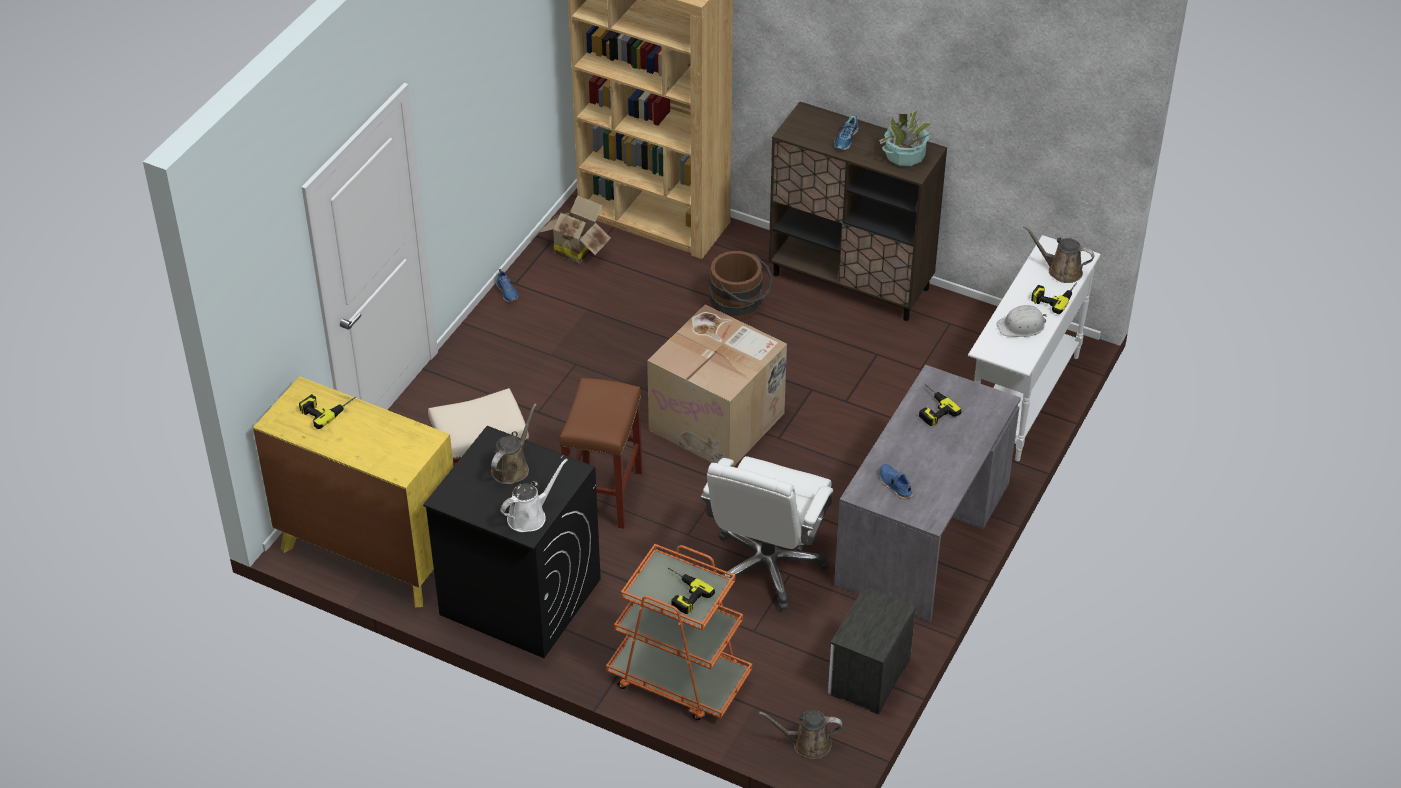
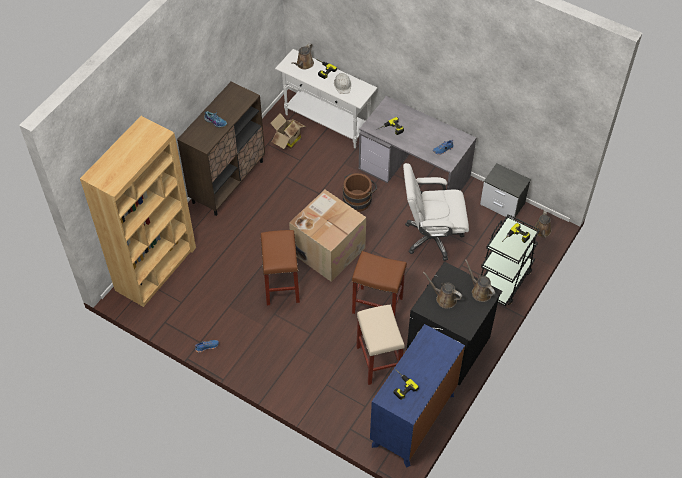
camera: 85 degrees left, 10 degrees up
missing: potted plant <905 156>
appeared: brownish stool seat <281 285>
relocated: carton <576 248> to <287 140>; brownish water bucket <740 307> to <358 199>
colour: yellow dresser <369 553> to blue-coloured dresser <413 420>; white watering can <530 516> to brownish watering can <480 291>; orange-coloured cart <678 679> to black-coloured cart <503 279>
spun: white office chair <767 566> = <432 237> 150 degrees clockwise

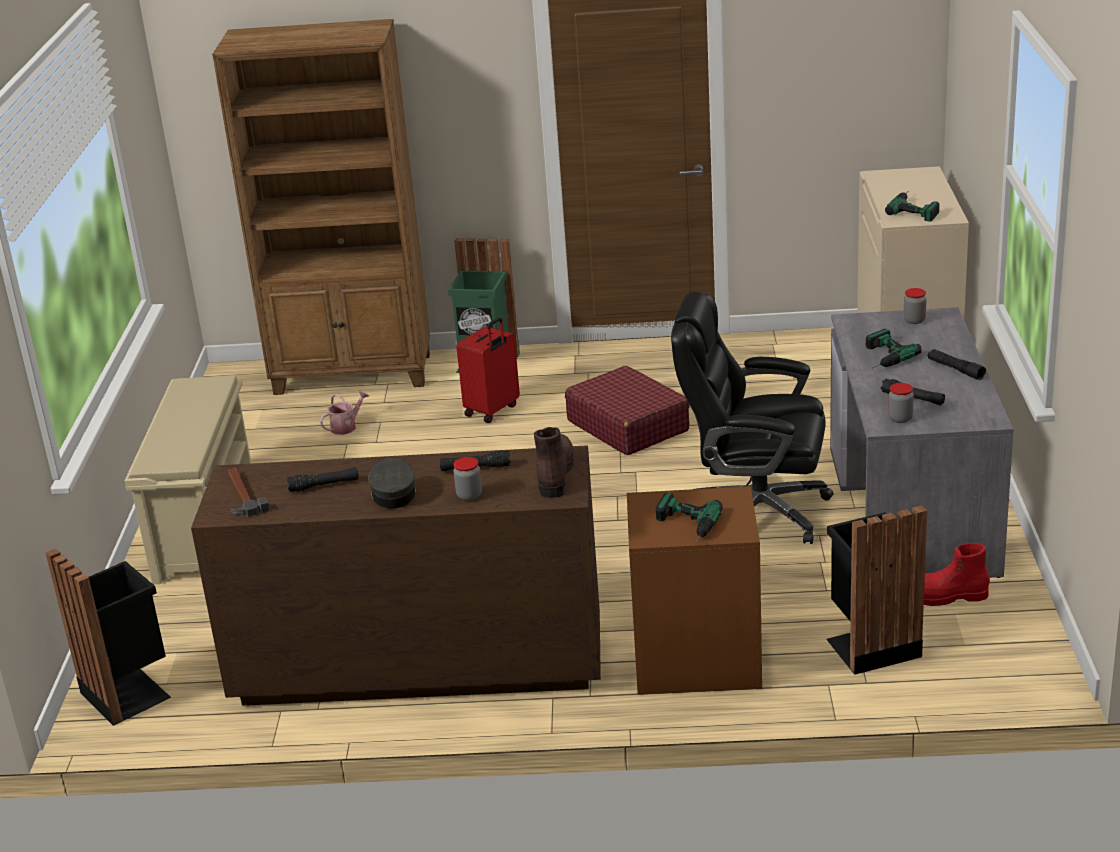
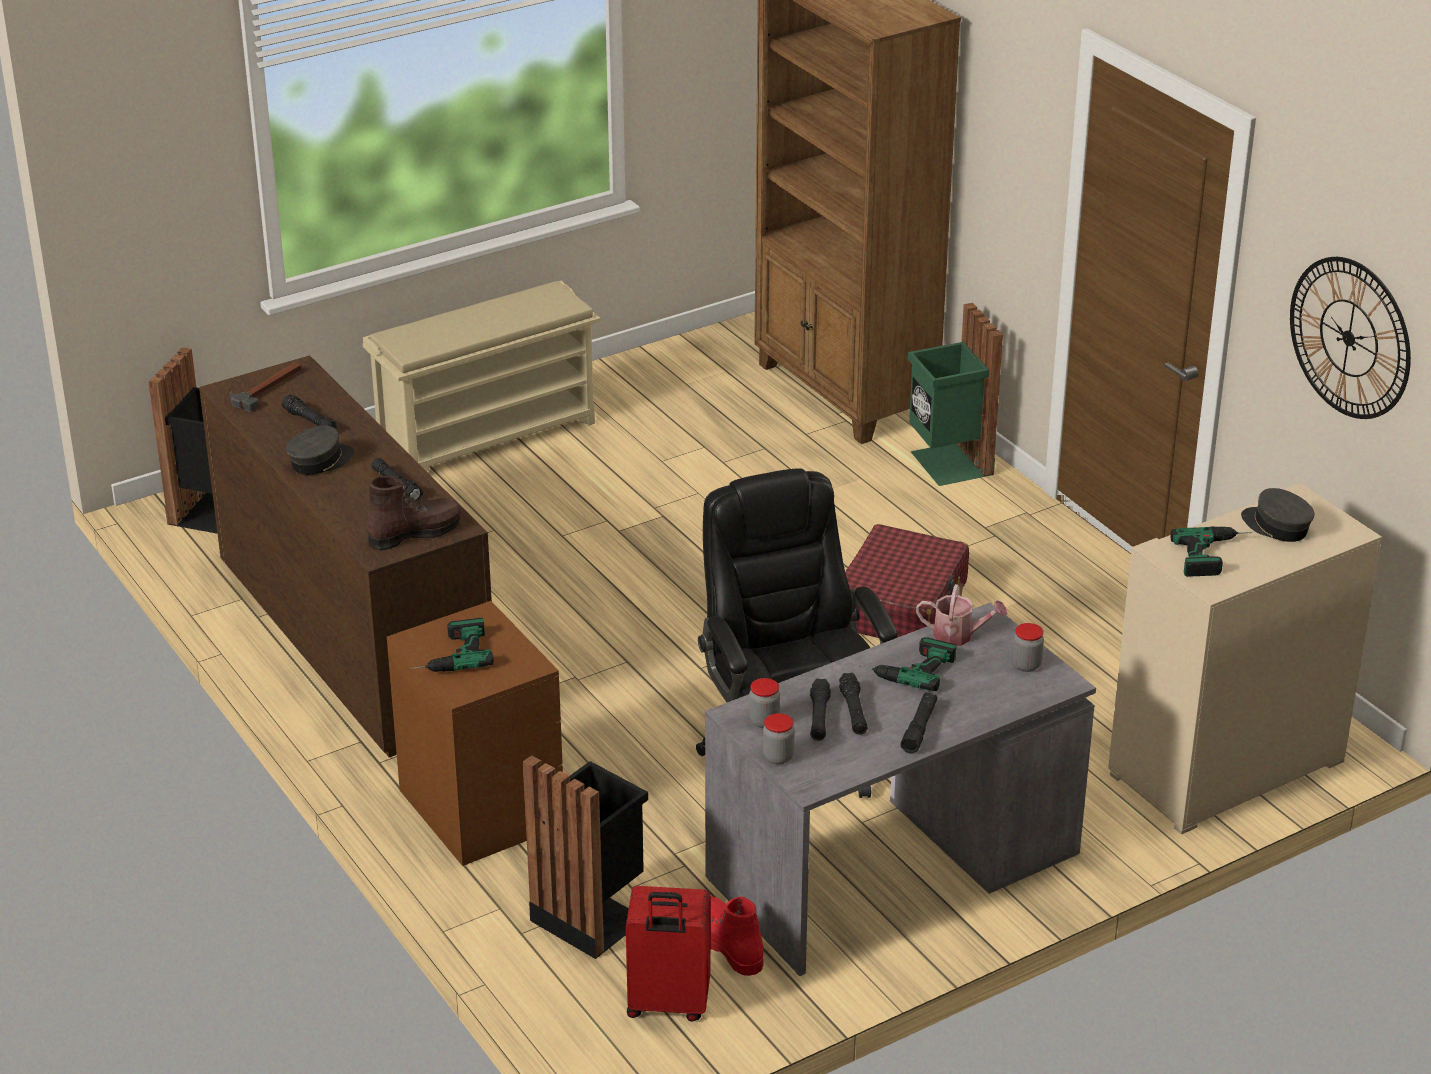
camera: 55 degrees right, 5 degrees up
appeared: black-coloured flashlight <853 711>; gray cap <1276 526>; wall clock <1349 338>
relocated: red travel case <493 411> to <667 1004>; preserve jar <469 495> to <778 757>; watering can <346 426> to <959 635>

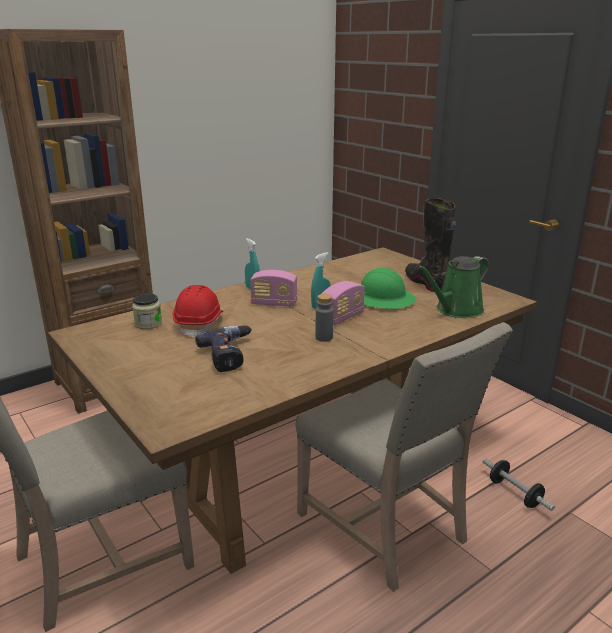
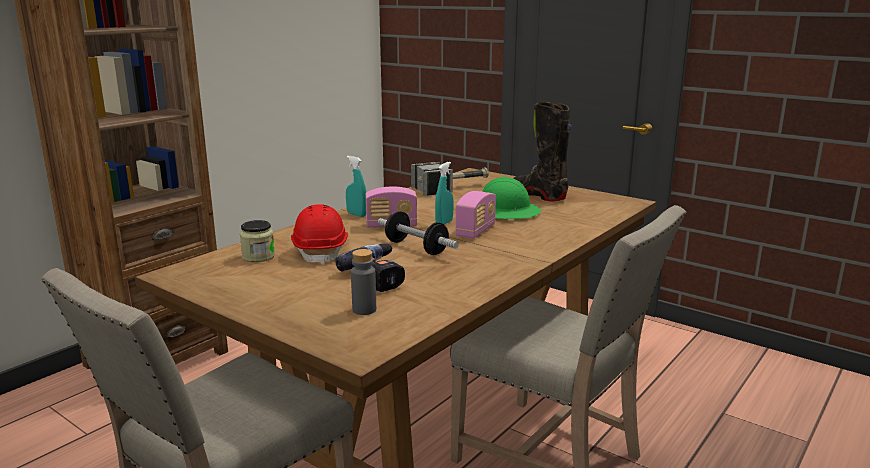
camera: 15 degrees left, 5 degrees down
missing: green watering can <456 310>
appeared: hammer <452 188>
relocated: gray bottle <324 337> to <364 310>; dumbbell <514 493> to <416 248>

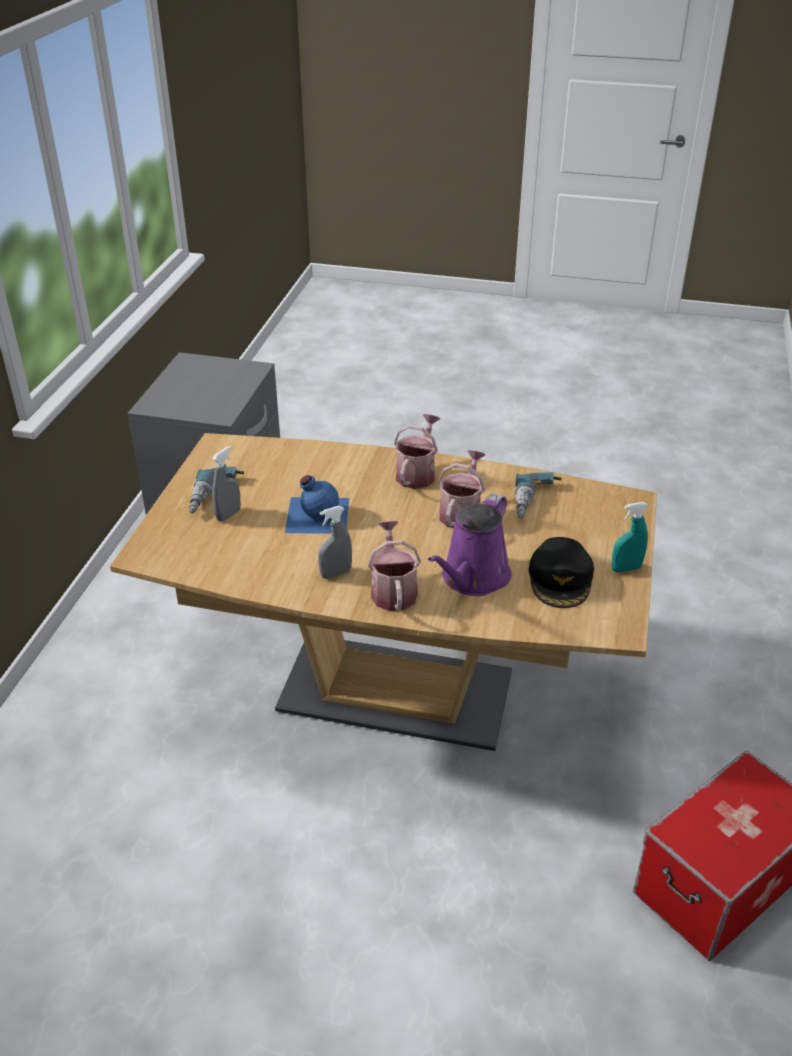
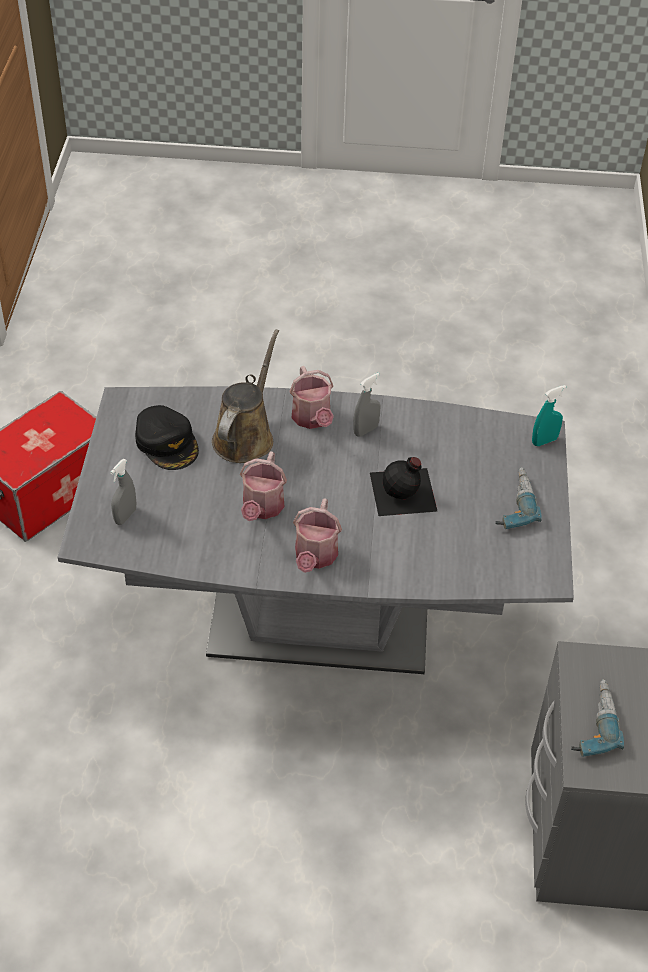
camera: 170 degrees right, 10 degrees up
relocated: gray hand sprayer <228 515> to <125 516>; blue-green hand sprayer <626 569> to <544 441>; drill <536 502> to <590 722>
colour: brownish dining table <396 692> to gray dining table <319 623>; purplish watering can <472 578> to brownish watering can <245 436>; blue-coloured bottle <316 514> to black-coloured bottle <404 492>
spun: black-coloured cap <561 579> = <167 443> 150 degrees clockwise

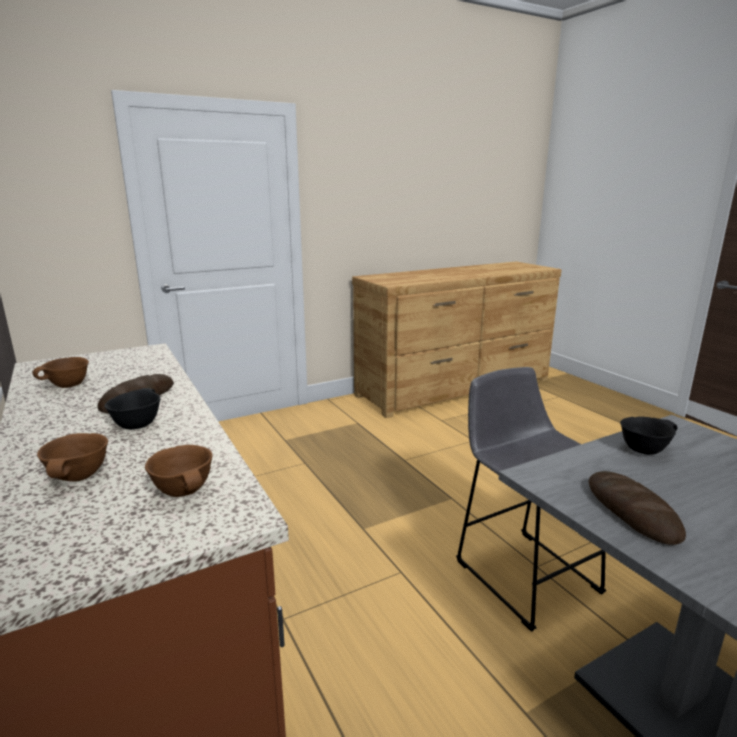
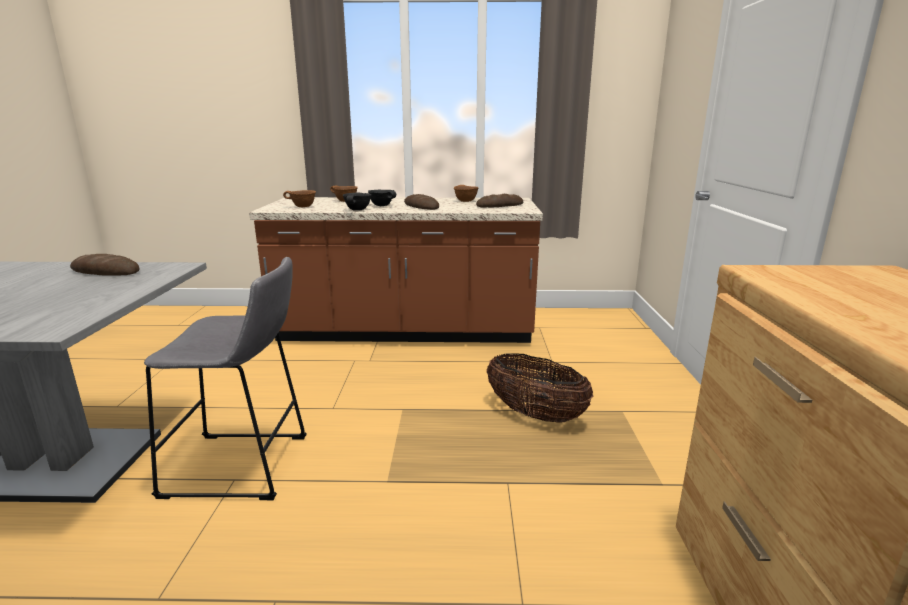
camera: 120 degrees right, 0 degrees up
appeared: bakery bread <499 205>; household basket <535 414>
relocated: black-coloured bowl <643 450> to <358 210>

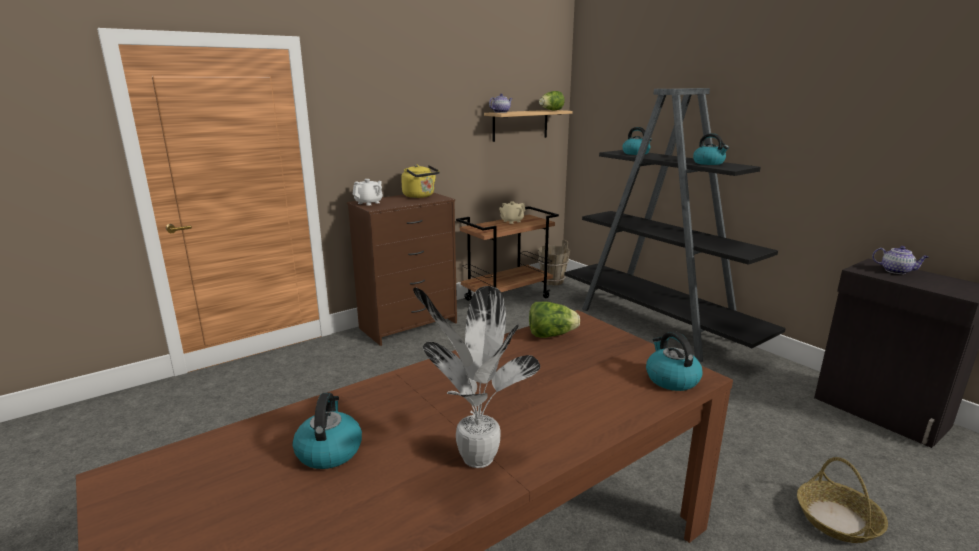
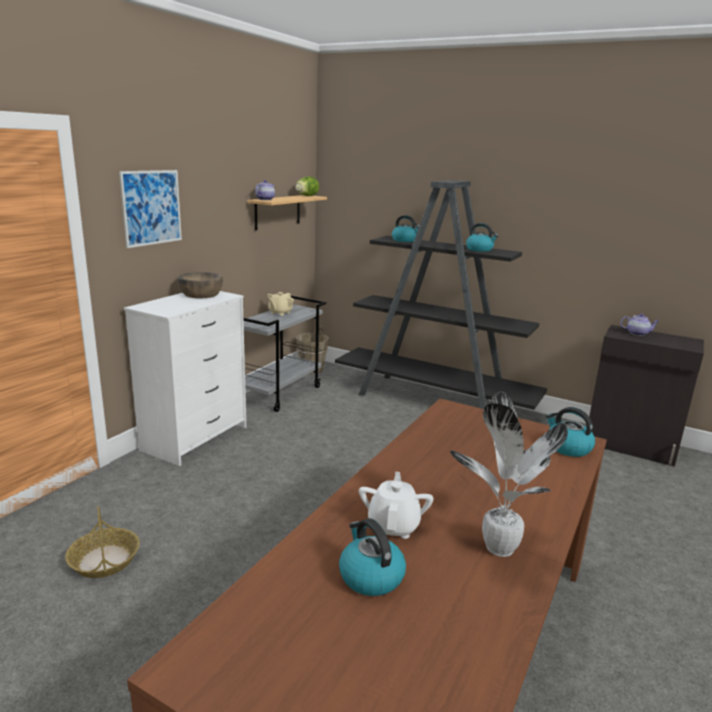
camera: 25 degrees left, 0 degrees up
missing: lettuce head <551 335>
appeared: picture <151 207>
relocated: household basket <838 520> to <105 560>; white tea pot <369 203> to <393 526>
exchanged: yellow tea kettle <420 196> to brownish bowl <201 294>
colour: brownish dresser <408 325> to white dresser <195 438>; brownish cart <507 298> to gray cart <280 393>

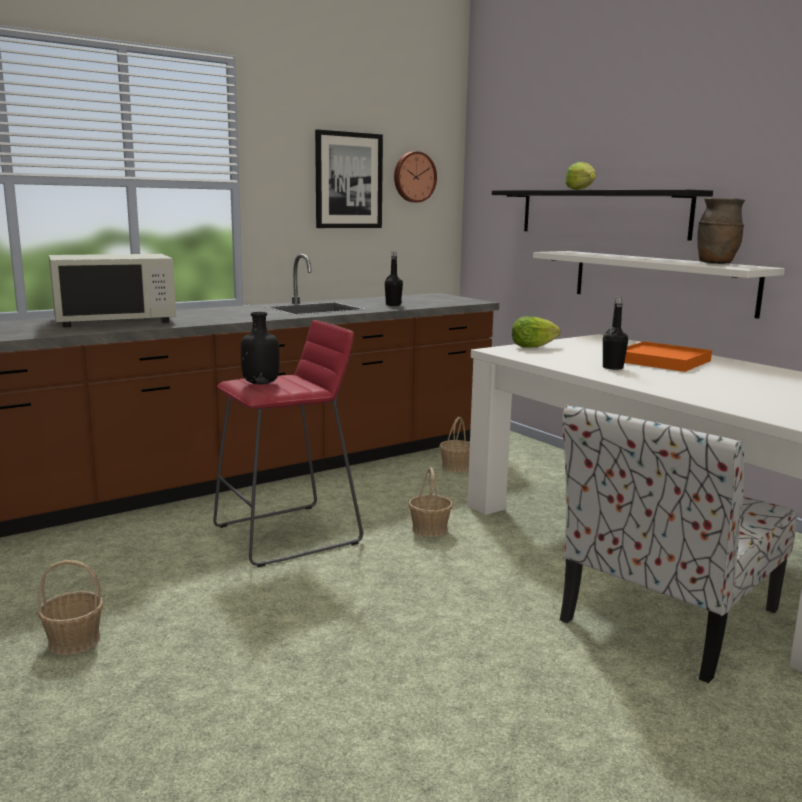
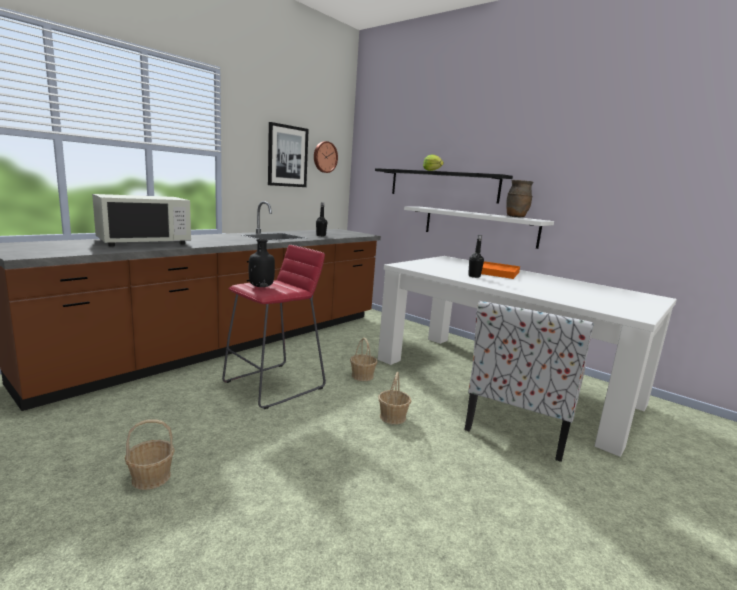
camera: 15 degrees left, 0 degrees up
missing: lettuce head <532 347>
relocated: household basket <456 467> to <393 417>

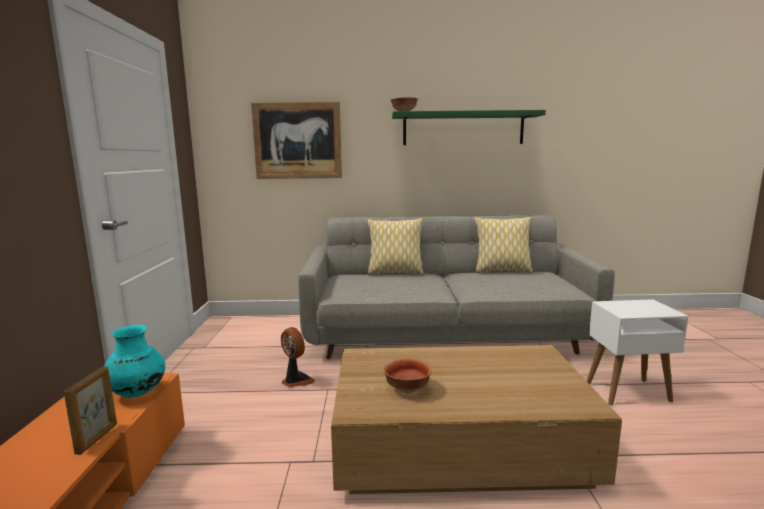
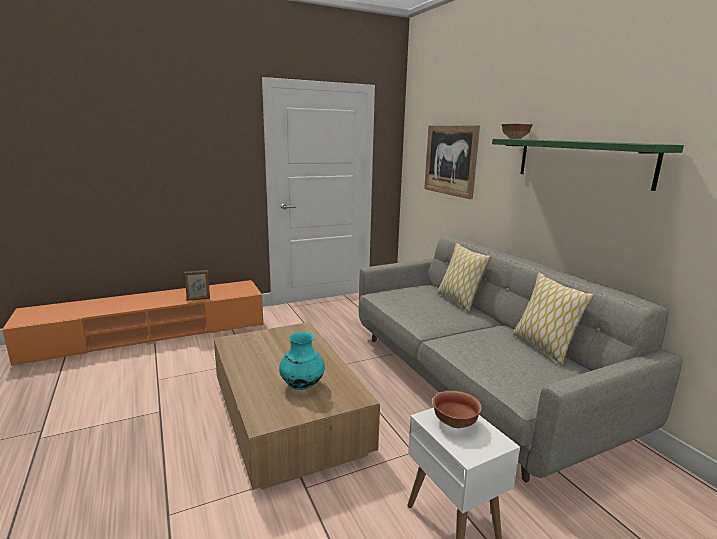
camera: 65 degrees right, 5 degrees up
missing: electric fan <296 381>
relocated: blue-green vase <137 393> to <302 385>; bowl <406 389> to <454 422>

